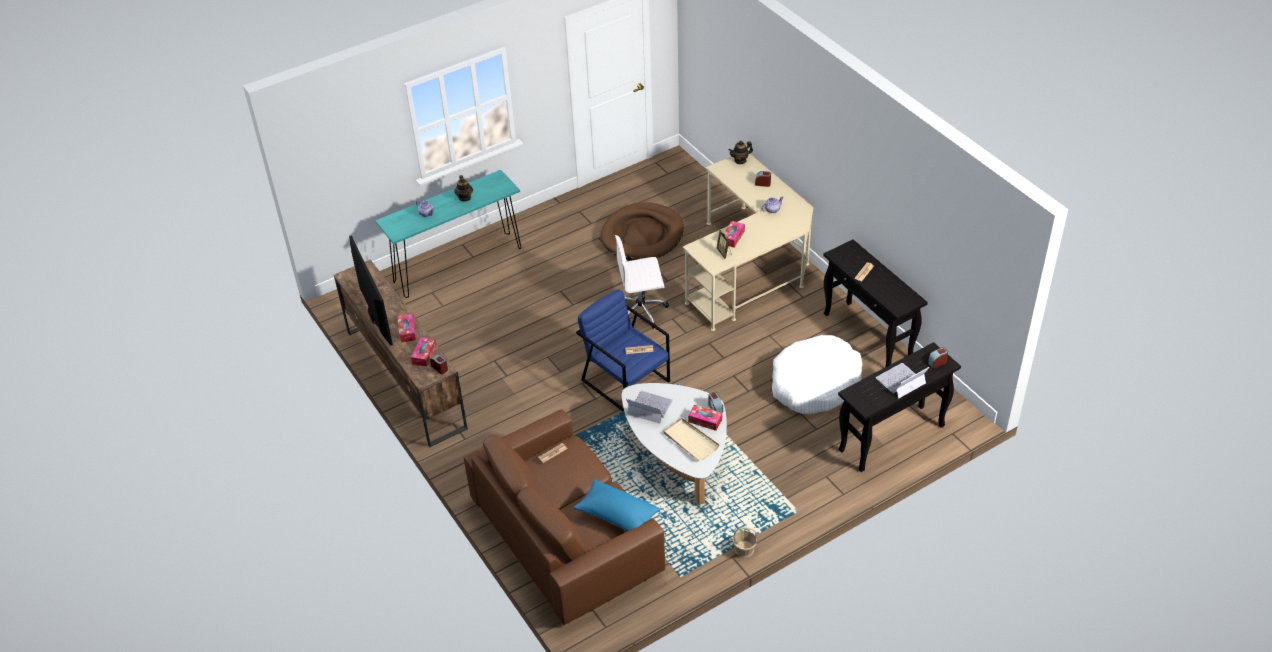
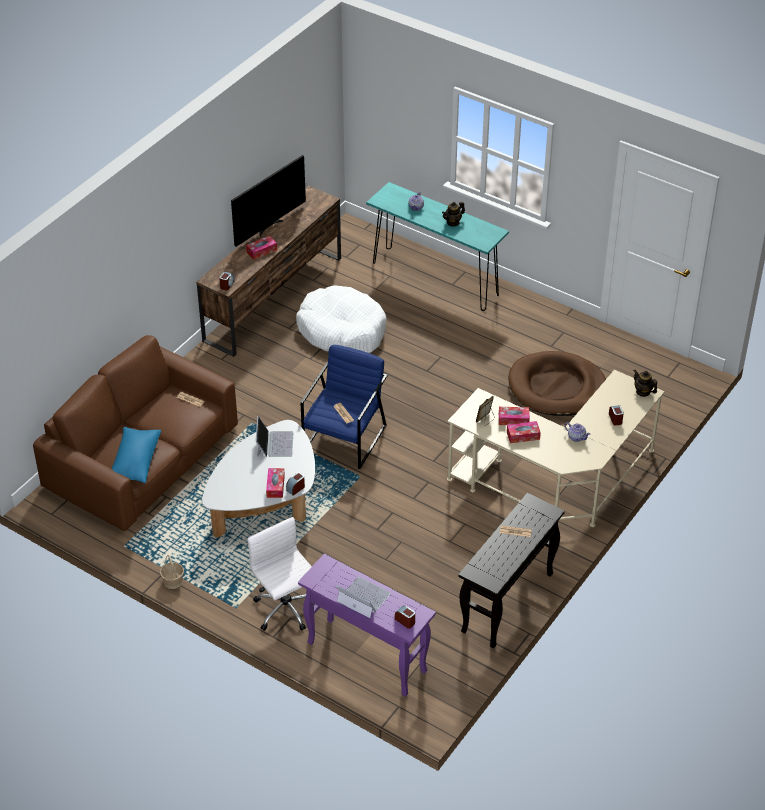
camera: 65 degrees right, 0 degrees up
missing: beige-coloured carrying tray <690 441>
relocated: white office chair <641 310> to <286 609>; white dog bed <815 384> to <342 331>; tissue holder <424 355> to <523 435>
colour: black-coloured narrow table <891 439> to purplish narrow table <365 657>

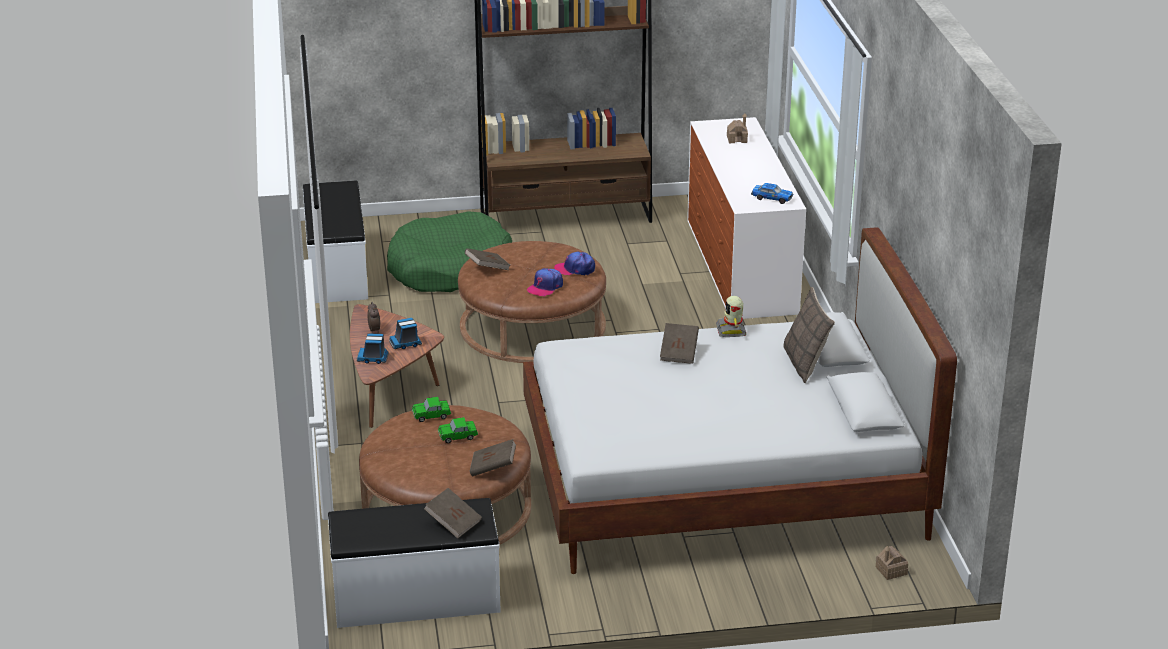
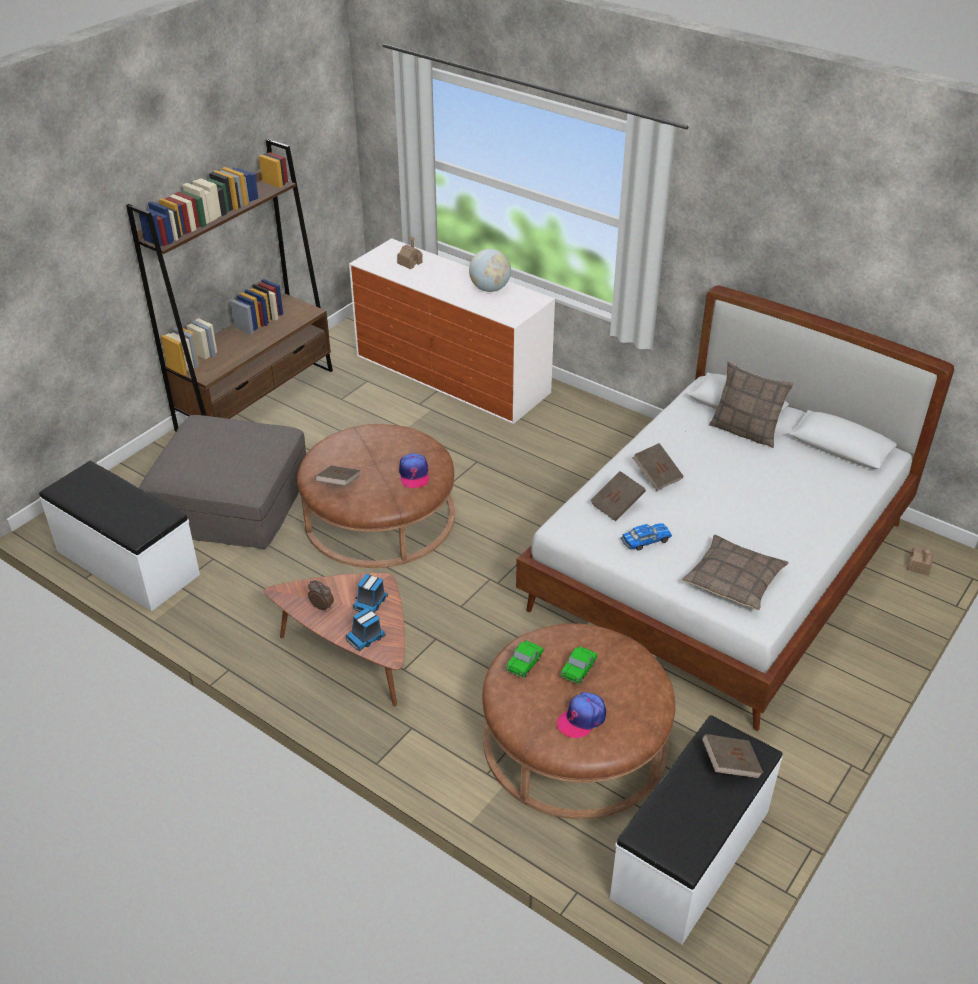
camera: 45 degrees left, 10 degrees up
missing: model robot <732 330>
appeared: globe <489 289>; throw pillow <734 580>
relocated: cap <575 269> to <581 719>; brownish bound book <493 468> to <617 505>; miniature car <771 198> to <645 541>
exchanged: green dog bed <449 269> to gray ottoman <230 502>

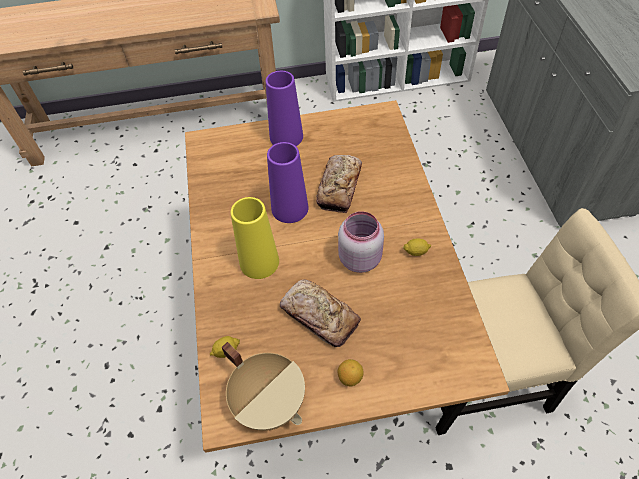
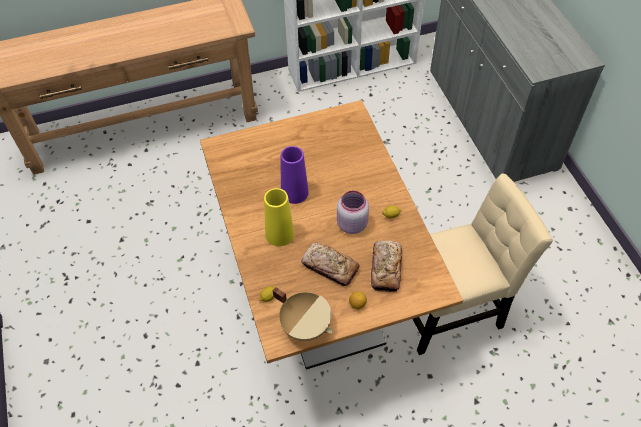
camera: 10 degrees left, 0 degrees up
missing: purplish vase <286 137>
relocated: bakery bread <339 187> to <385 269>

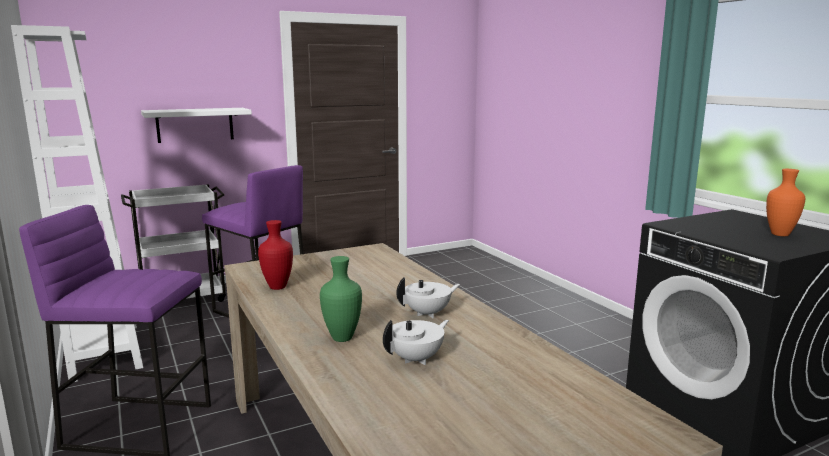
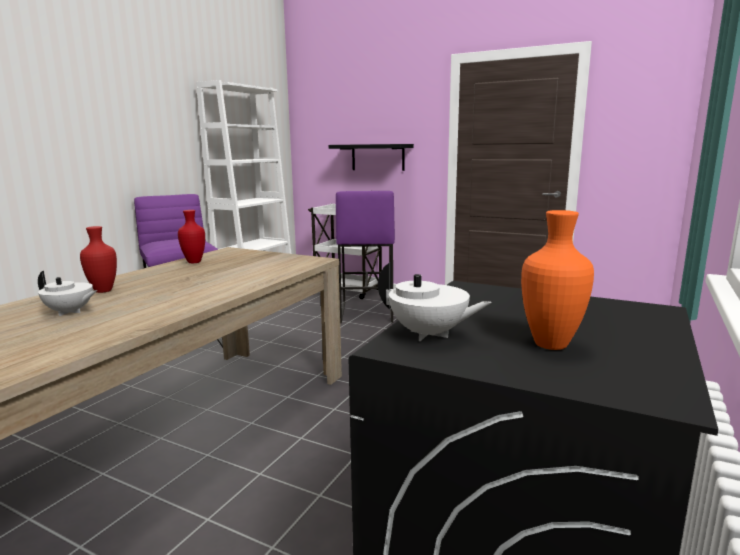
camera: 55 degrees right, 0 degrees up
relocated: white tea pot <428 313> to <429 334>
colour: green vase <343 337> to red vase <104 291>; white bracket shelf <195 125> to black-coloured bracket shelf <378 157>

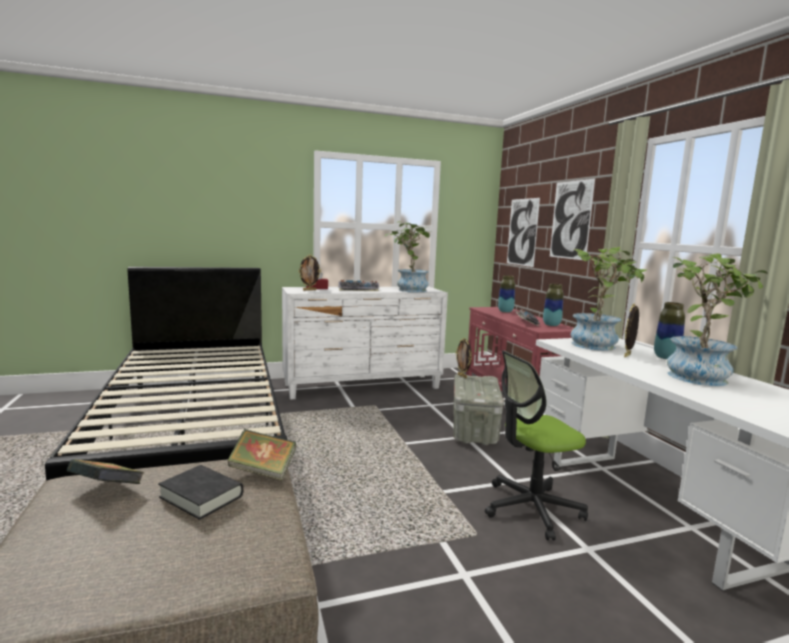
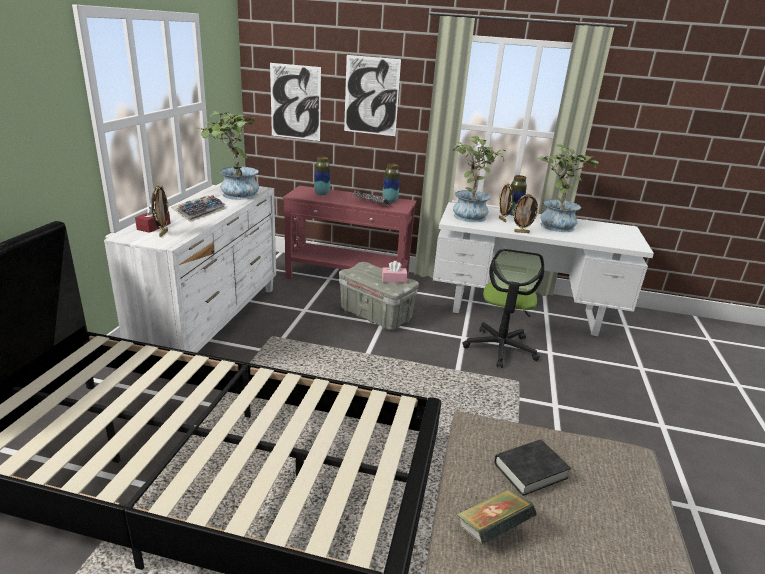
camera: 60 degrees left, 15 degrees up
missing: bound book <263 471>
appeared: pink-coloured tissue holder <394 279>
relocated: standing frame <462 376> to <521 232>

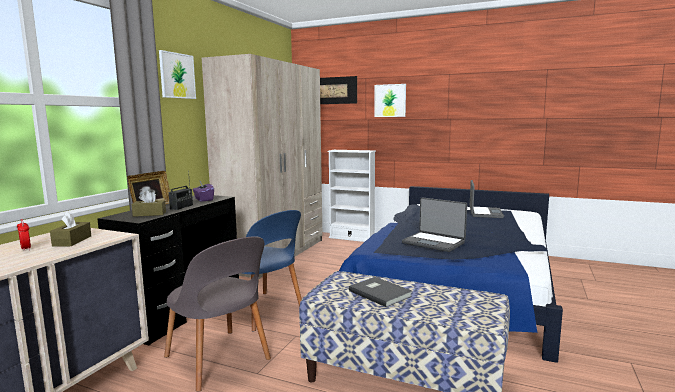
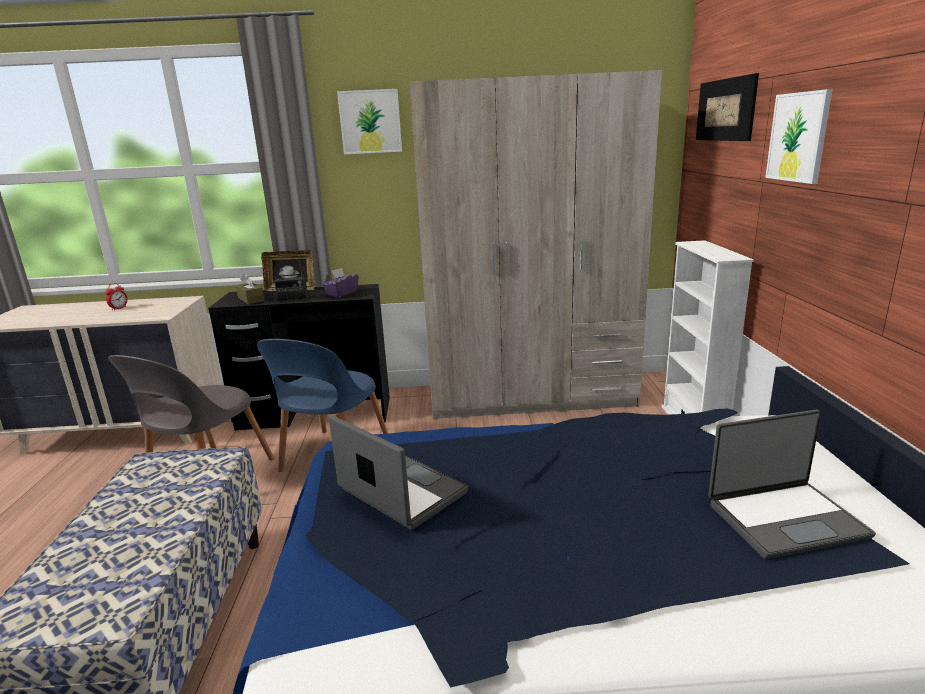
camera: 65 degrees right, 10 degrees up
missing: brownish tissue holder <72 241>; gray bound book <380 293>
spun: notebook computer <434 242> = <400 492> 120 degrees clockwise

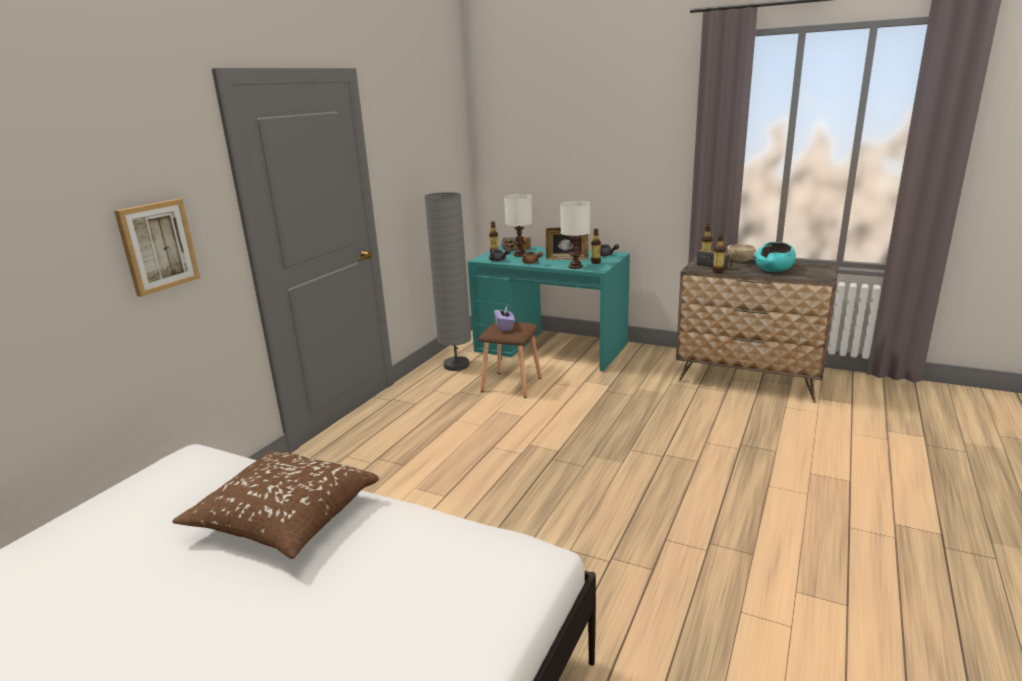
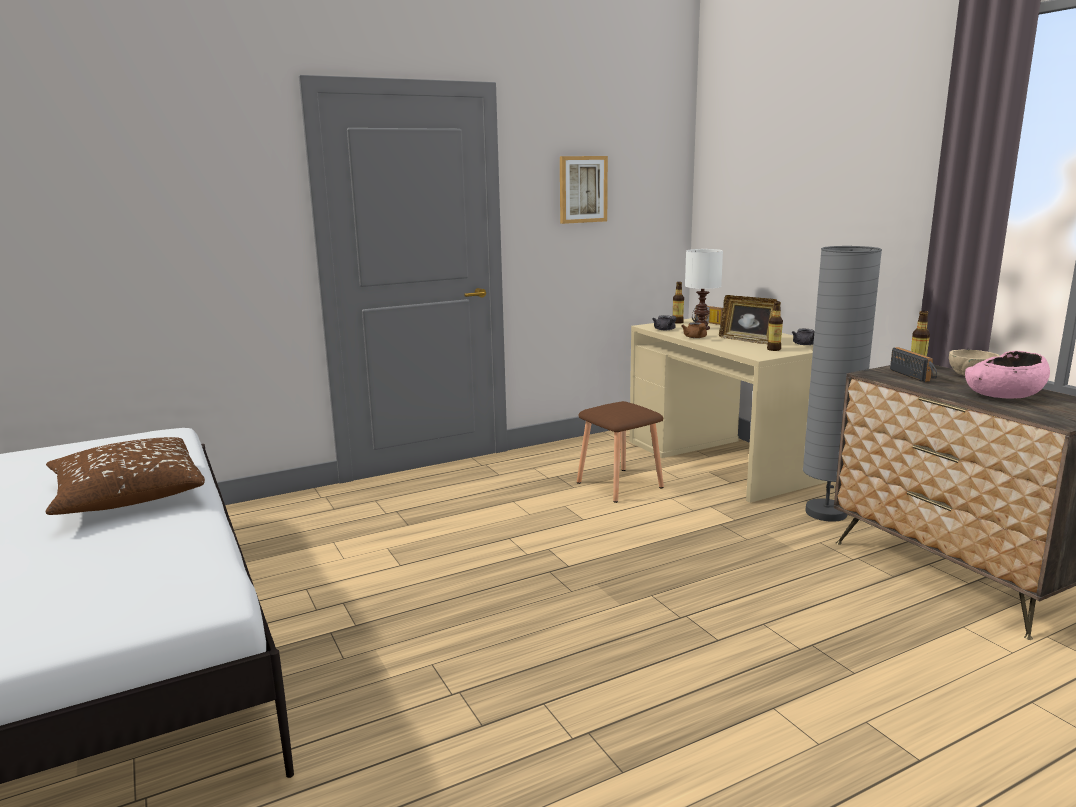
camera: 35 degrees right, 5 degrees down
missing: purplish tissue holder <505 327>; white lamp for a table <575 267>; bottle <717 272>
relocated: picture <157 246> to <582 189>; gray floor lamp <456 365> to <826 513>
colour: blue-green desk unit <551 347> to beige-coloured desk unit <724 459>; blue-green bowl <774 269> to pink-coloured bowl <1004 395>

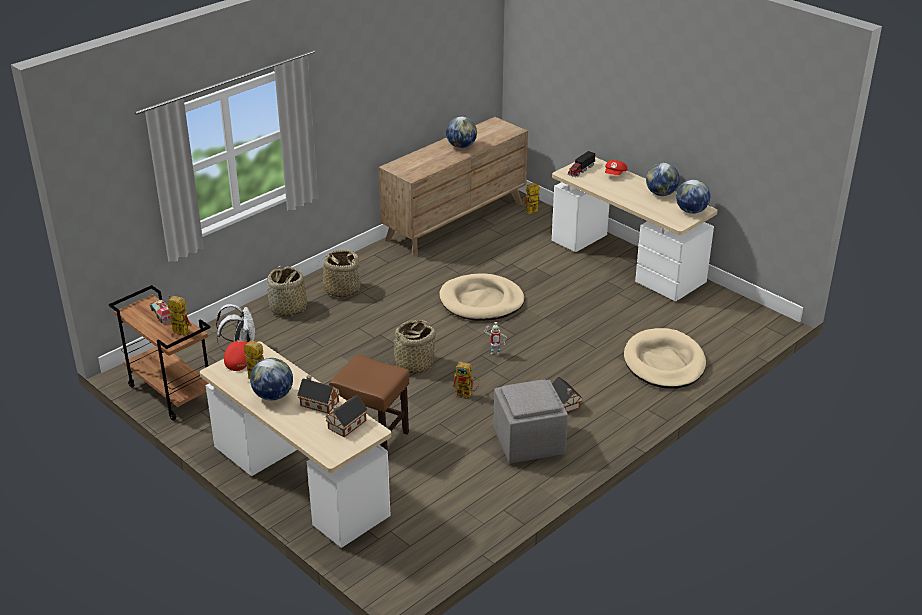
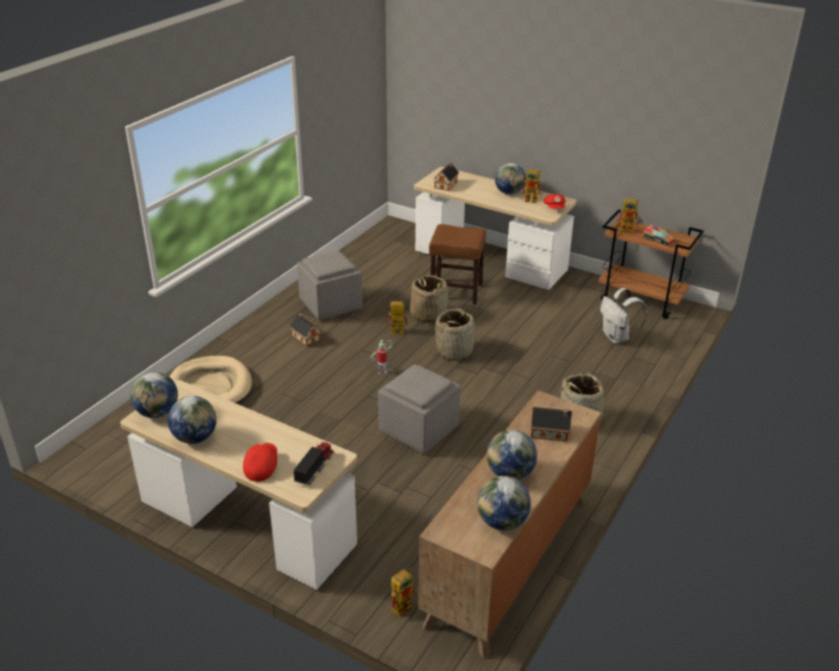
camera: 165 degrees right, 0 degrees up
appeared: globe <502 522>
relocated: household basket <288 308> to <428 314>; miniature house <318 403> to <551 432>
exchanged: beige-coloured dog bed <481 301> to gray ottoman <418 429>

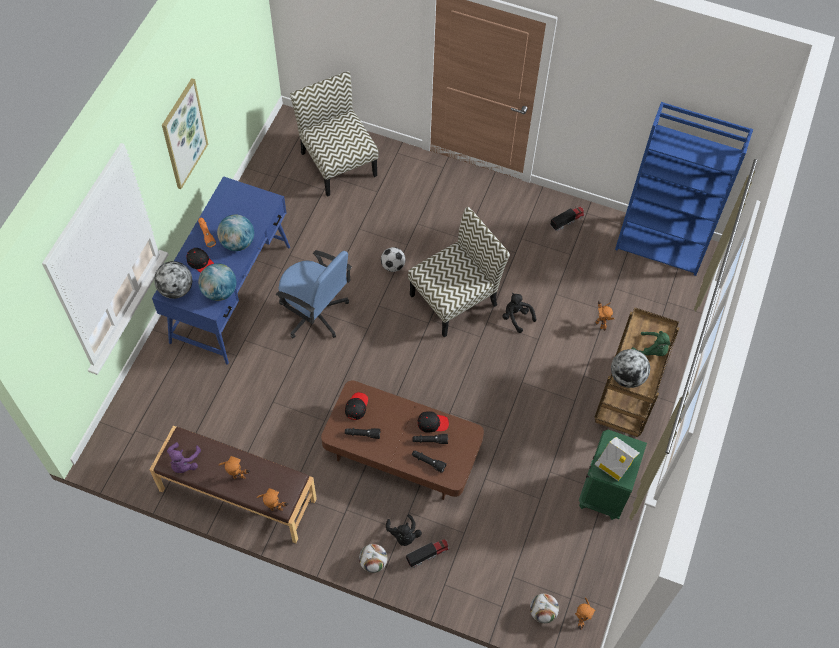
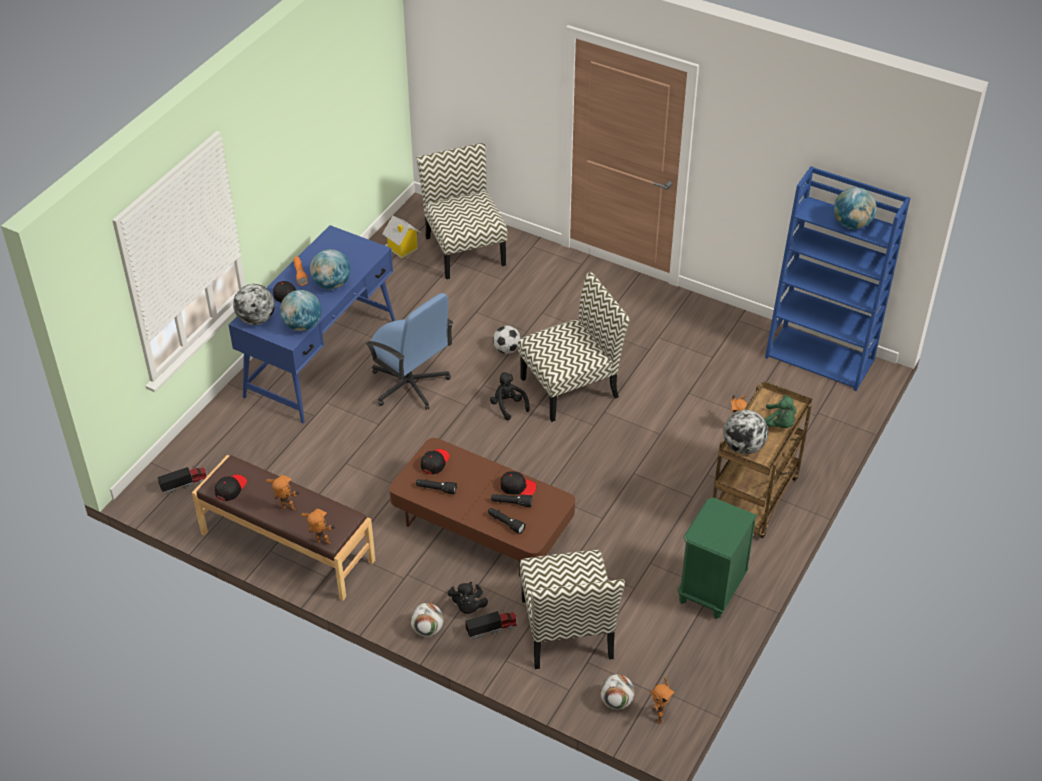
camera: 10 degrees right, 15 degrees down
missing: picture <184 134>
appeared: plain chair <567 630>; globe <852 224>
relocated: toy lorry <567 221> to <184 483>; miniature house <614 465> to <402 248>; black-coloured cuddly toy <516 317> to <508 406>
exchanged: purplish cuddly toy <184 463> to black-coloured cap <230 489>

